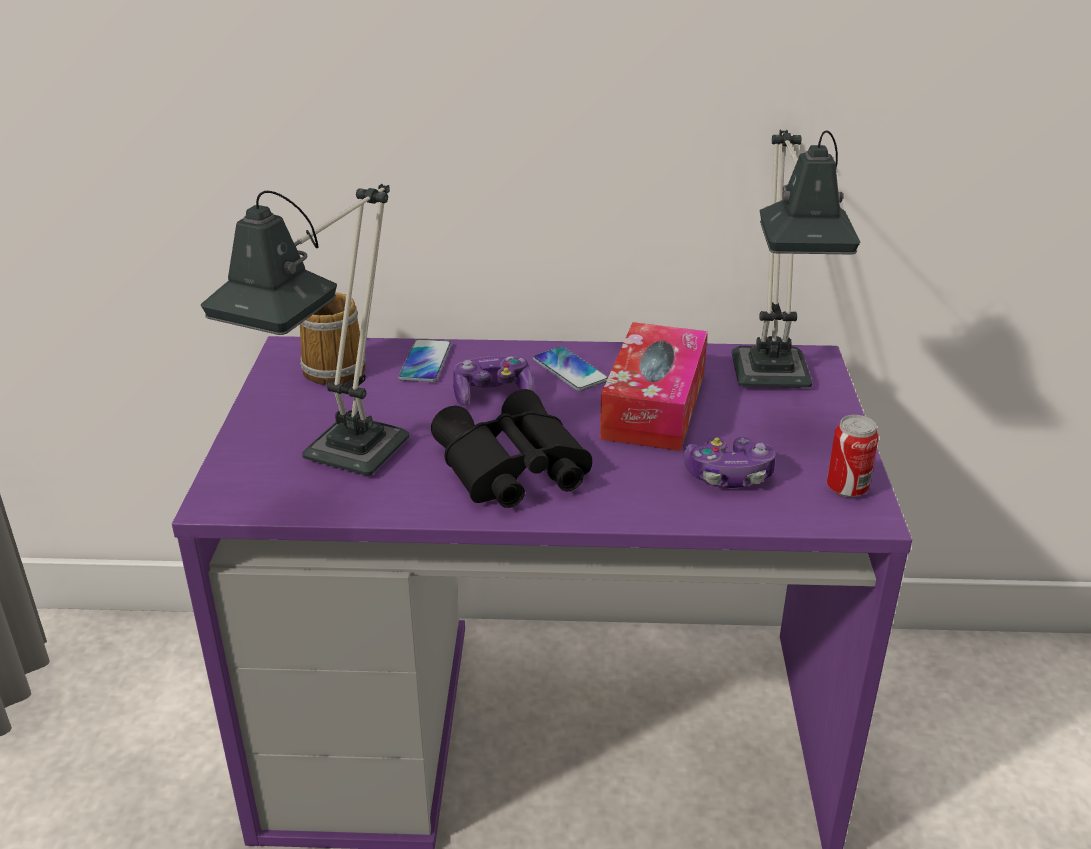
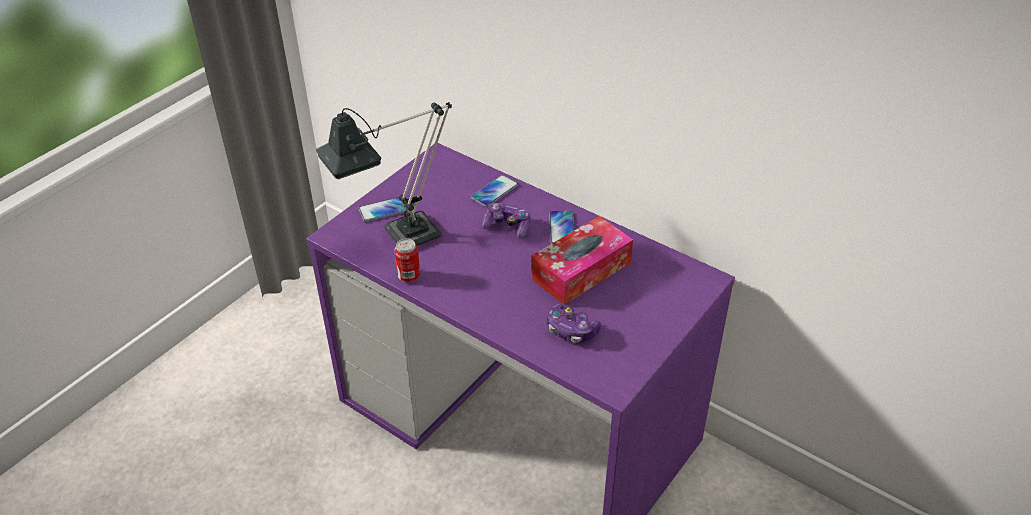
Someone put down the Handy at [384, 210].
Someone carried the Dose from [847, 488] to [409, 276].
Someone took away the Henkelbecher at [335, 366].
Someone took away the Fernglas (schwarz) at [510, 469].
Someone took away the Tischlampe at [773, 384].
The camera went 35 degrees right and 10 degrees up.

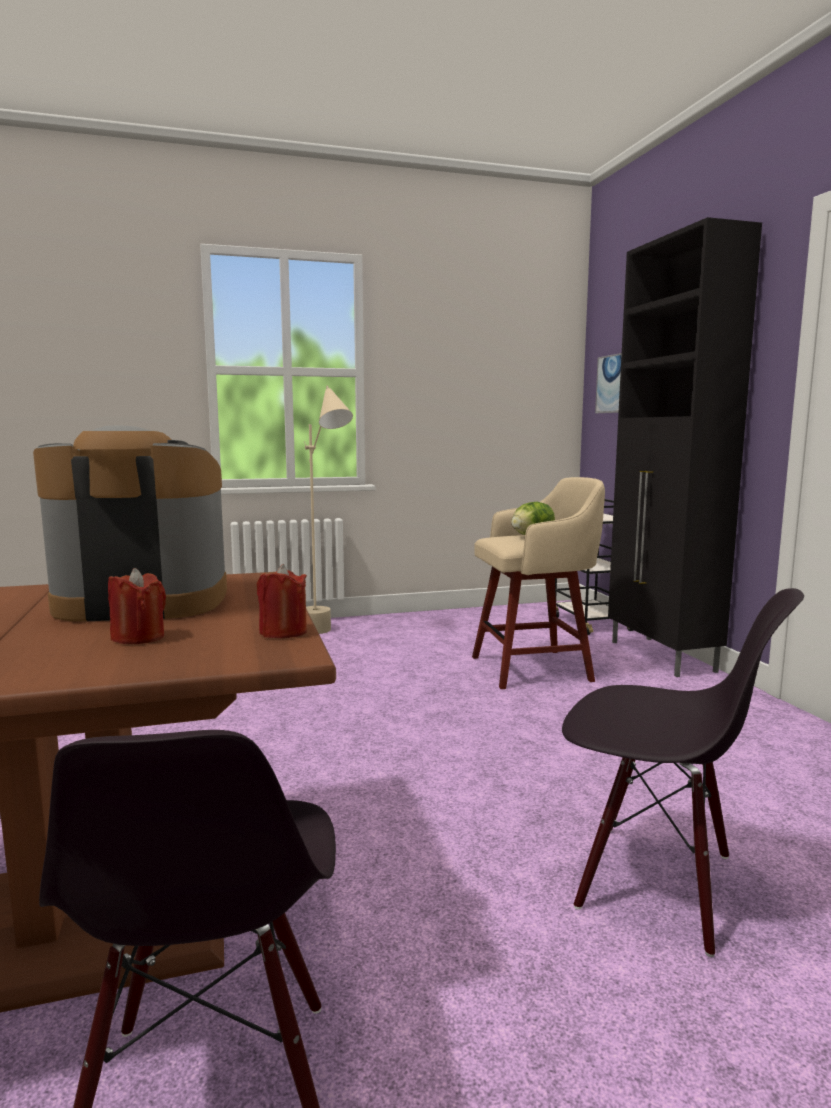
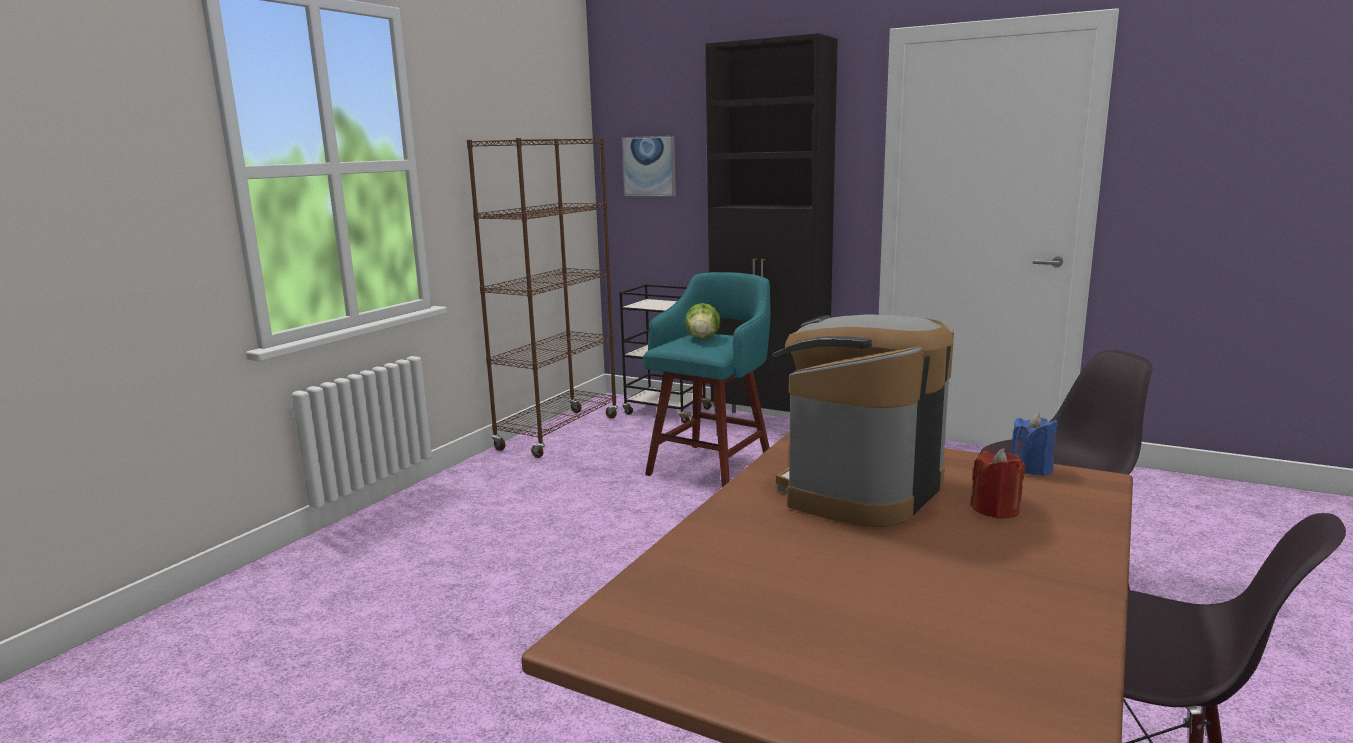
Someone put down the Bücherregal (braun) at [558, 433].
Someone repainted the Hocker (beige) at [535, 668], which became the Hocker (türkis) at [712, 466].
Someone repainted the Kerze (rot) at [283, 632], which became the Kerze (blau) at [1031, 469].
Someone took away the Stehlampe (beige) at [327, 636].
The camera went 45 degrees left and 5 degrees up.

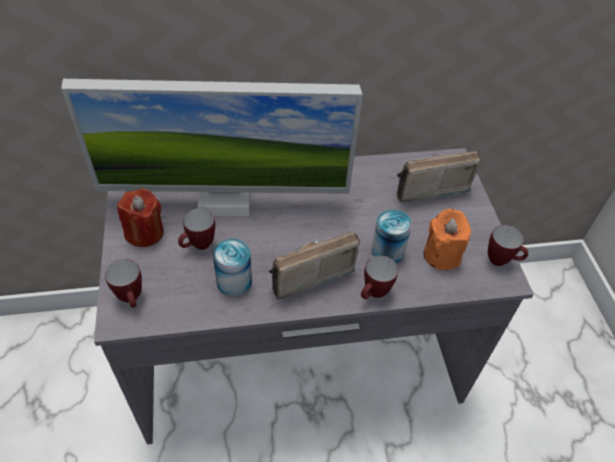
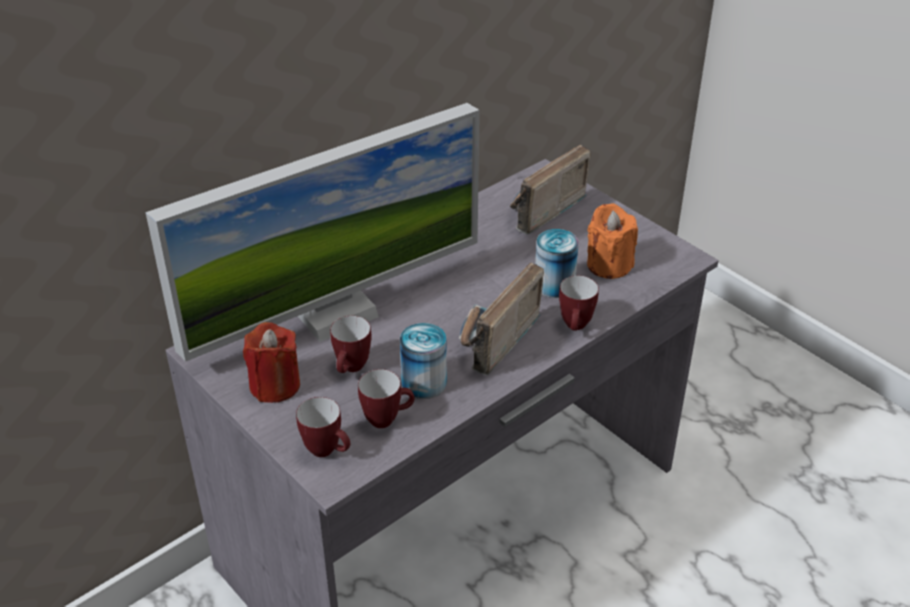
Someone carried the Henkelbecher from [501, 261] to [387, 419].
The camera went 30 degrees left and 10 degrees down.

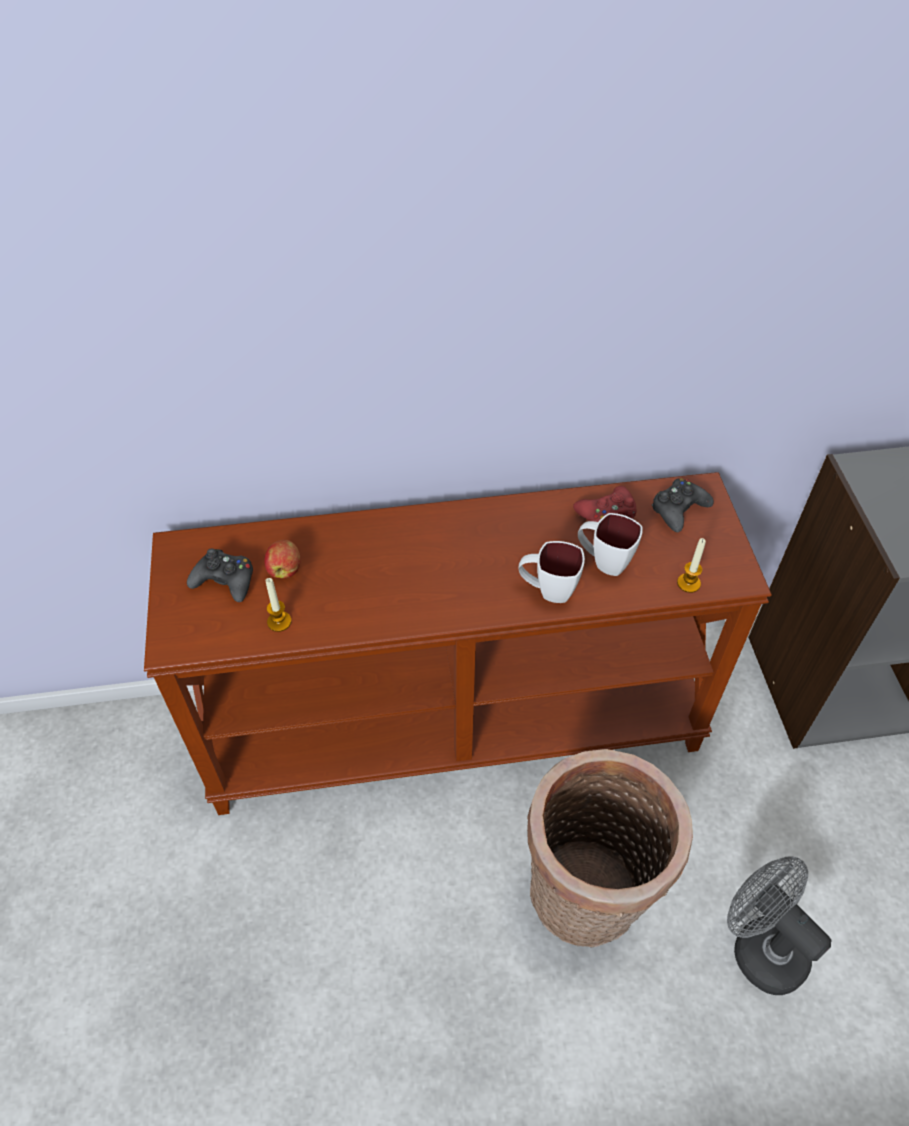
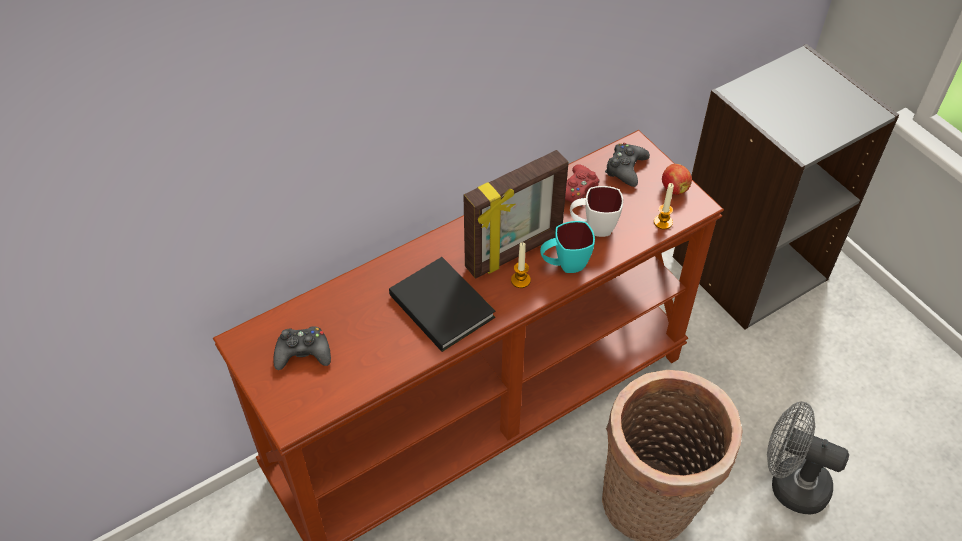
Someone put down the Buch (schwarz) at [441, 304].
Someone put down the Bilderrahmen at [515, 252].
Someone carried the Kerze from [279, 622] to [520, 280].
Someone repainted the Henkelbecher (weiß) at [547, 590], which became the Henkelbecher (türkis) at [564, 265].
Someone carried the Apfel from [285, 569] to [674, 188].
The camera went 25 degrees left and 0 degrees up.

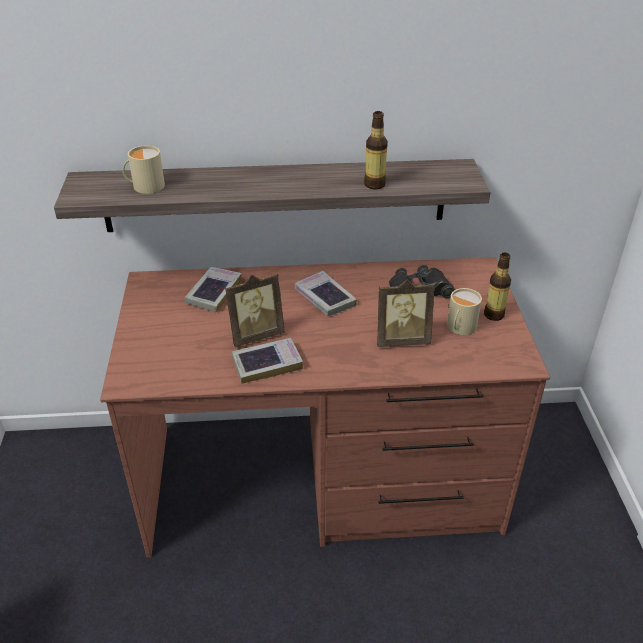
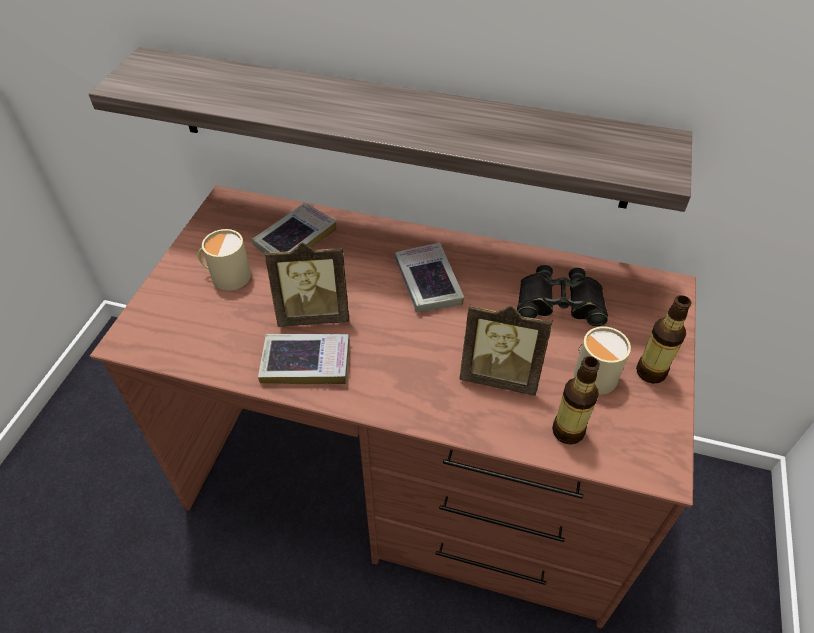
Someone carried the Henkelbecher (beige) from [145, 186] to [227, 275].
Someone carried the Flasche from [374, 185] to [567, 431].
The camera went 20 degrees right and 10 degrees up.

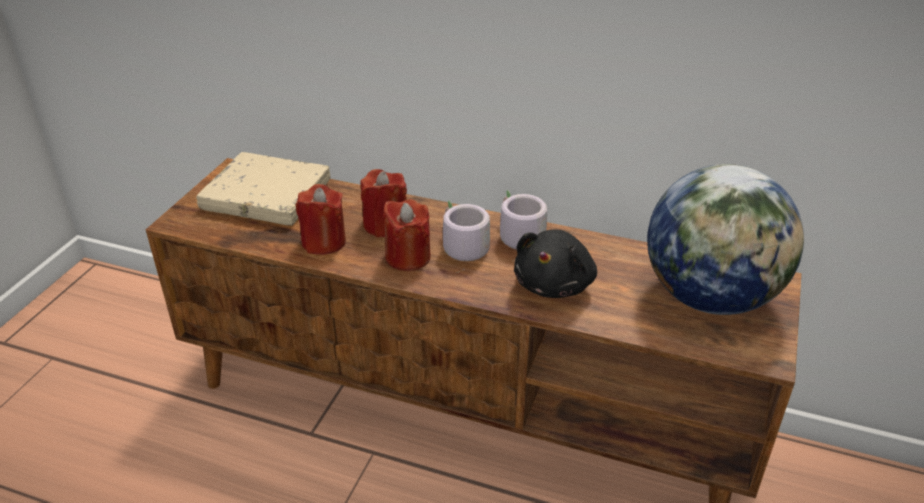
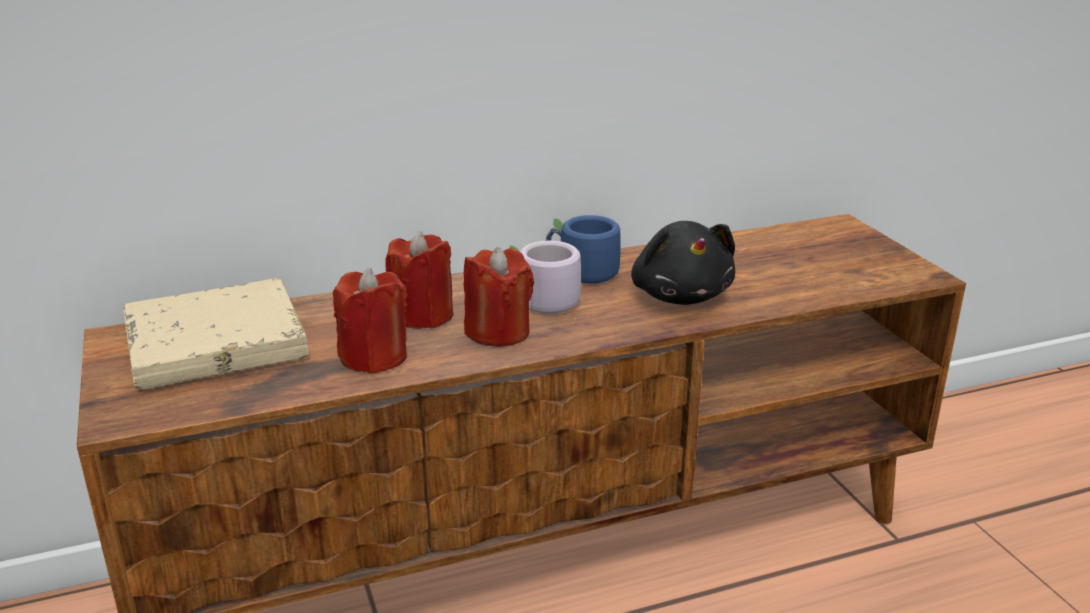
Someone repainted the Henkelbecher (grau) at [516, 237], which became the Henkelbecher (blau) at [581, 274].
Someone took away the Globus at [710, 297].
The camera went 40 degrees left and 10 degrees down.

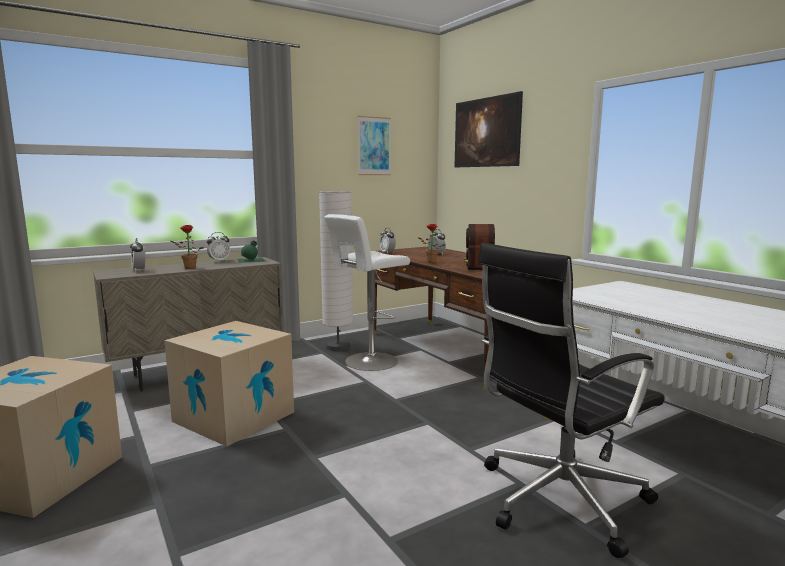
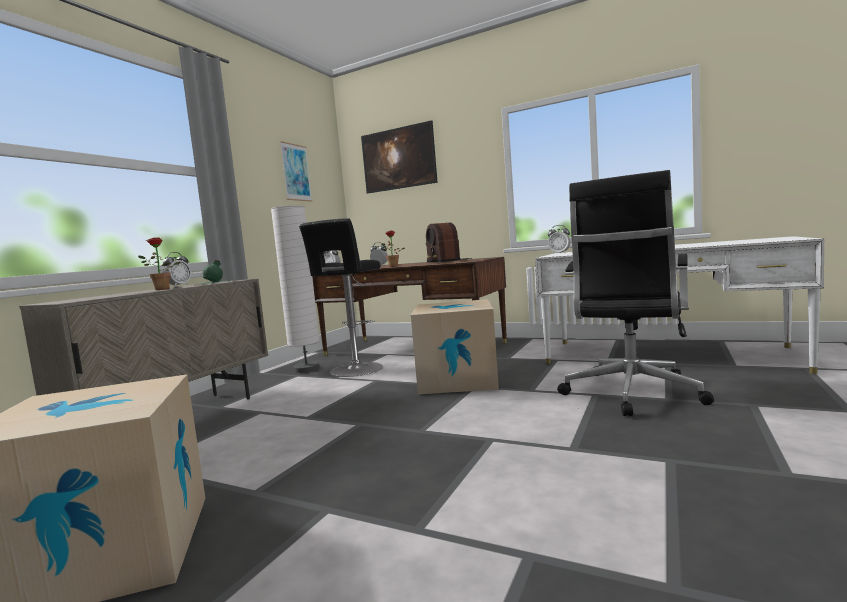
Someone repainted the Hocker (weiß) at [368, 362], which became the Hocker (schwarz) at [354, 370].
Someone carried the Karton from [234, 417] to [457, 380].
Someone carried the Wecker from [139, 270] to [559, 253].
The camera went 30 degrees left and 5 degrees down.

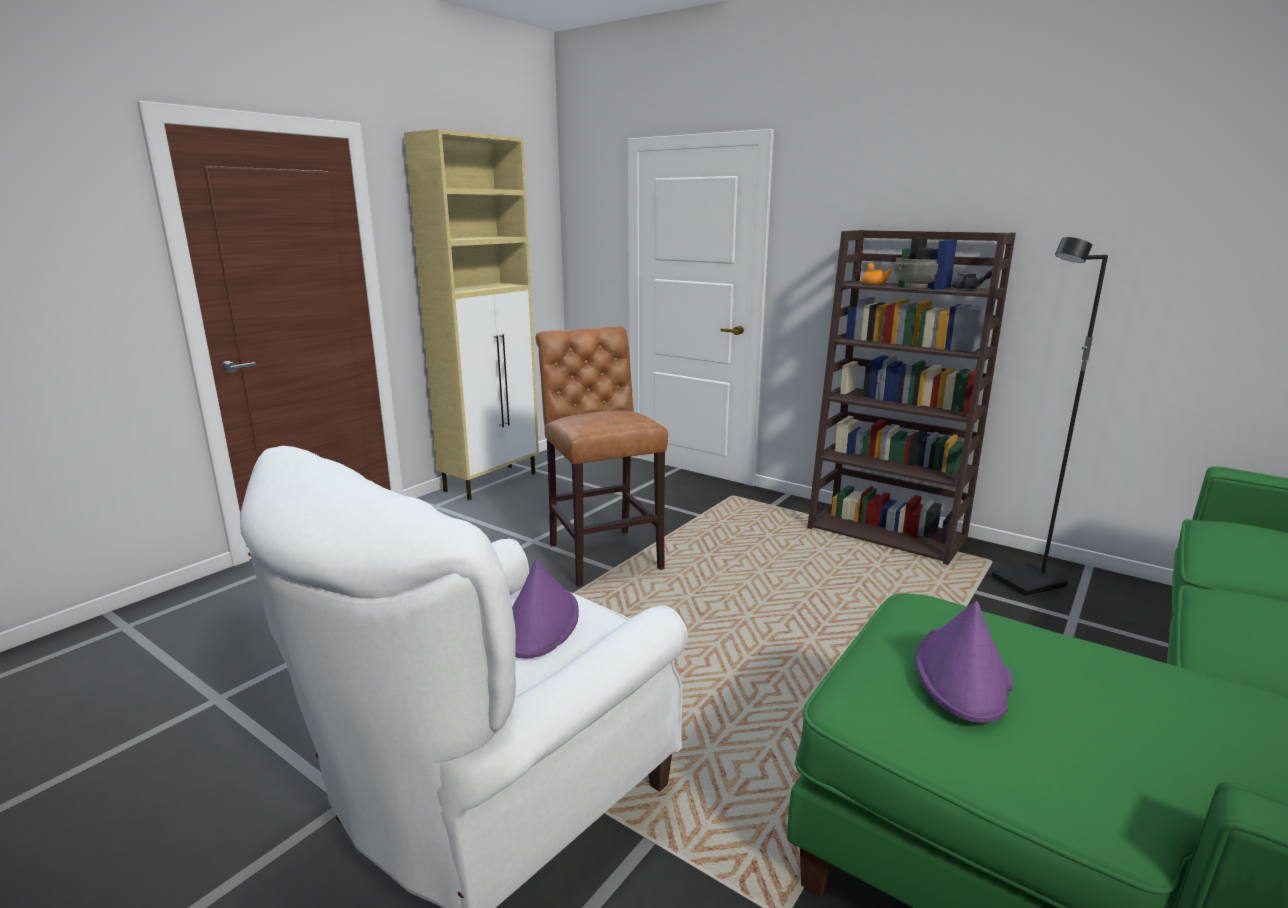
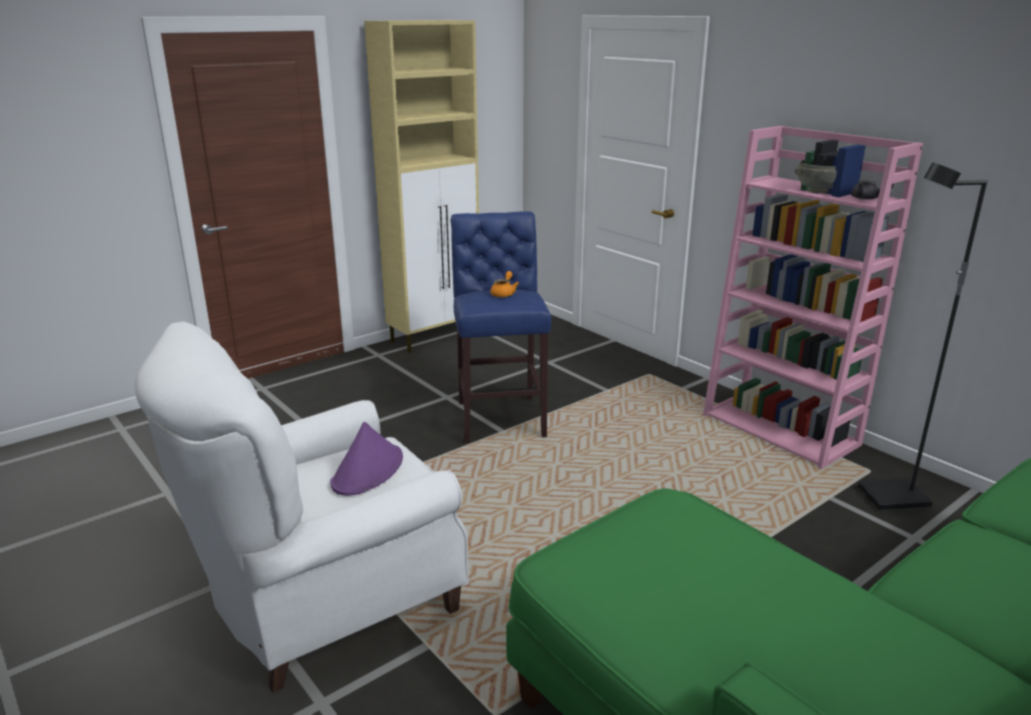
Someone repainted the Hocker (braun) at [602, 554], which became the Hocker (blau) at [500, 416].
Someone carried the Teekanne (orange) from [873, 283] to [504, 293].
Someone repainted the Bücherregal (braun) at [888, 533], which became the Bücherregal (rosa) at [781, 430].
Someone took away the Hut (lila) at [962, 674].
The camera went 15 degrees right and 5 degrees up.

